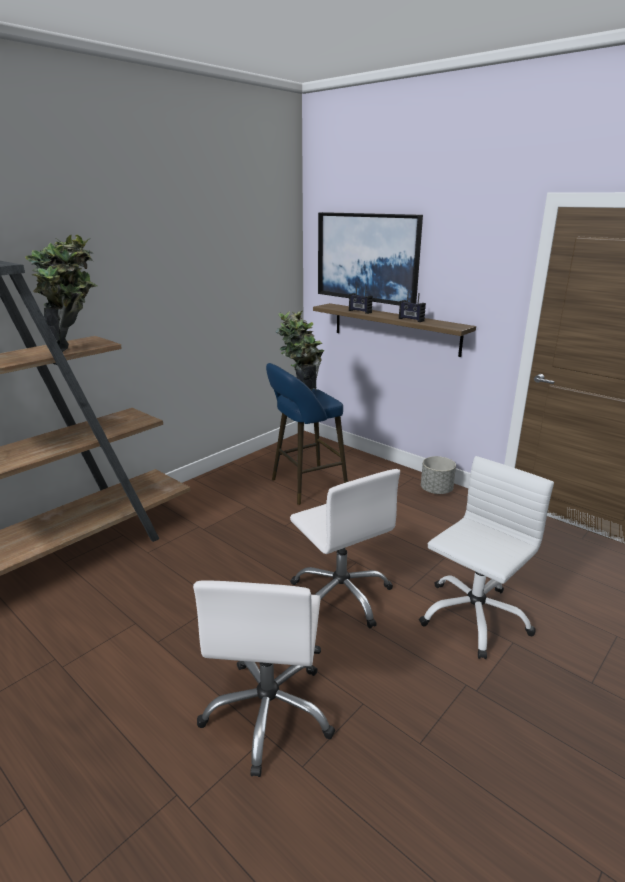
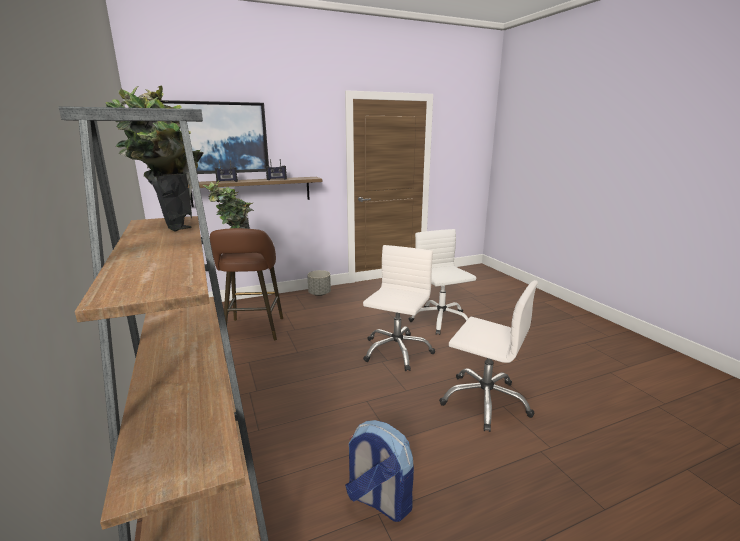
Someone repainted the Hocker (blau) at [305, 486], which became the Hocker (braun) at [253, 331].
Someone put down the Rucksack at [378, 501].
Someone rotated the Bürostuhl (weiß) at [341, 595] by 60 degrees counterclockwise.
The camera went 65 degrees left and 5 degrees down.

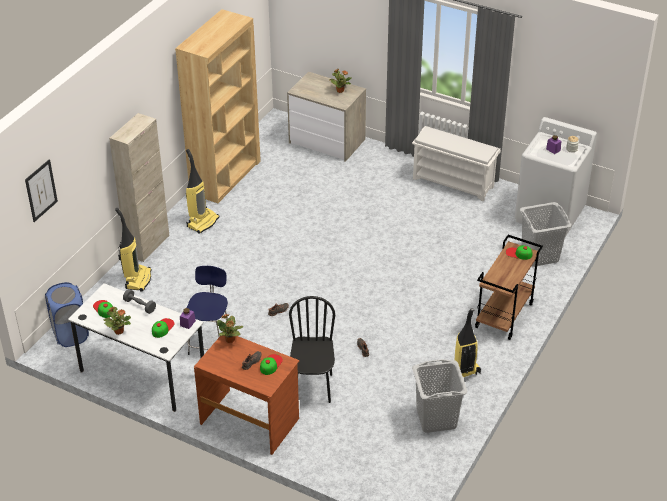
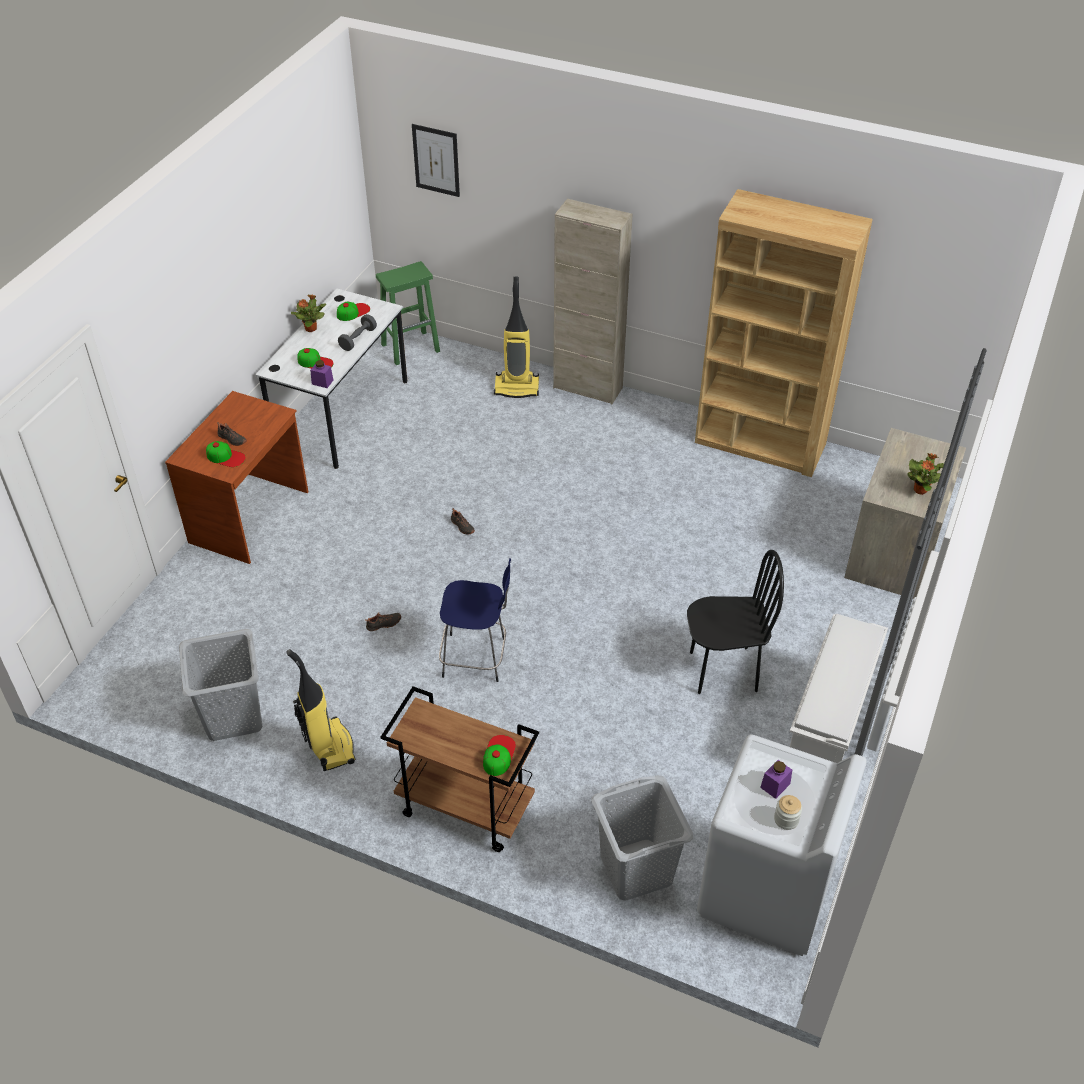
Someone swapped the Wäschekorb (blau) at [70, 334] for the Hocker (grün) at [411, 347].
Someone carried the Hocker (blau) from [210, 343] to [476, 658].
Someone carried the Stuhl (schwarz) from [313, 388] to [723, 670].
Someone took away the Staubsauger at [202, 222].
Someone took away the Topfpflanze at [230, 340].
The camera went 85 degrees right and 5 degrees up.

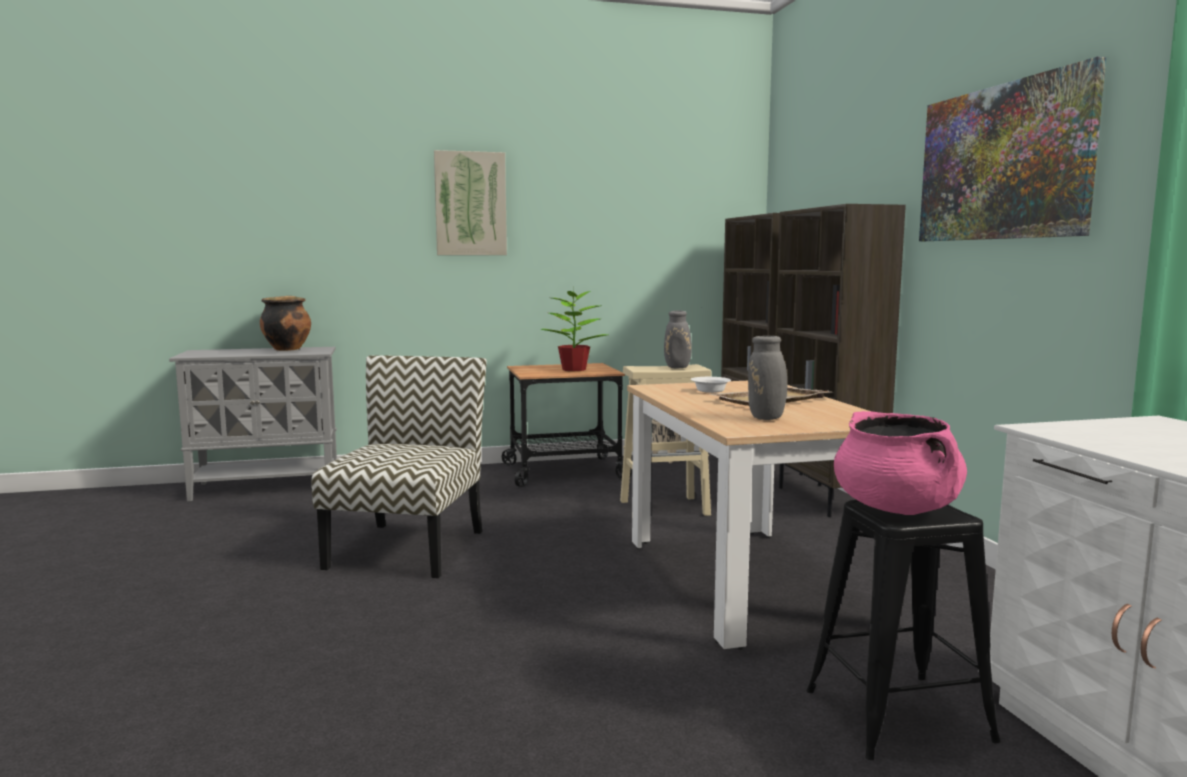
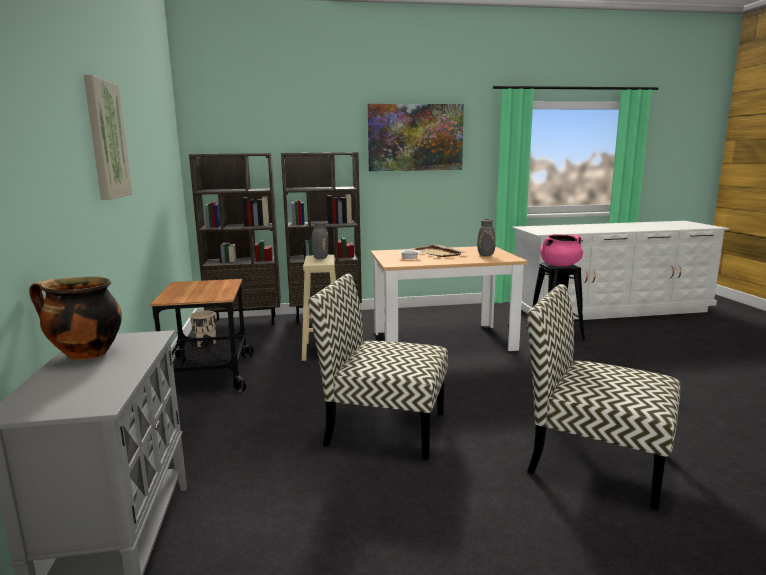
Someone put down the Stuhl at [595, 462].
Someone took away the Topfpflanze at [574, 369].
The camera went 85 degrees left and 5 degrees up.

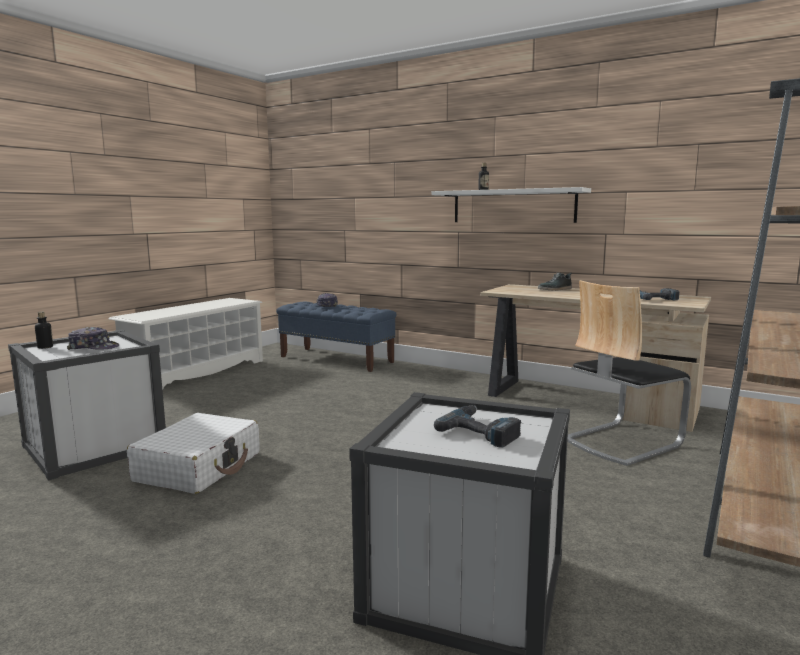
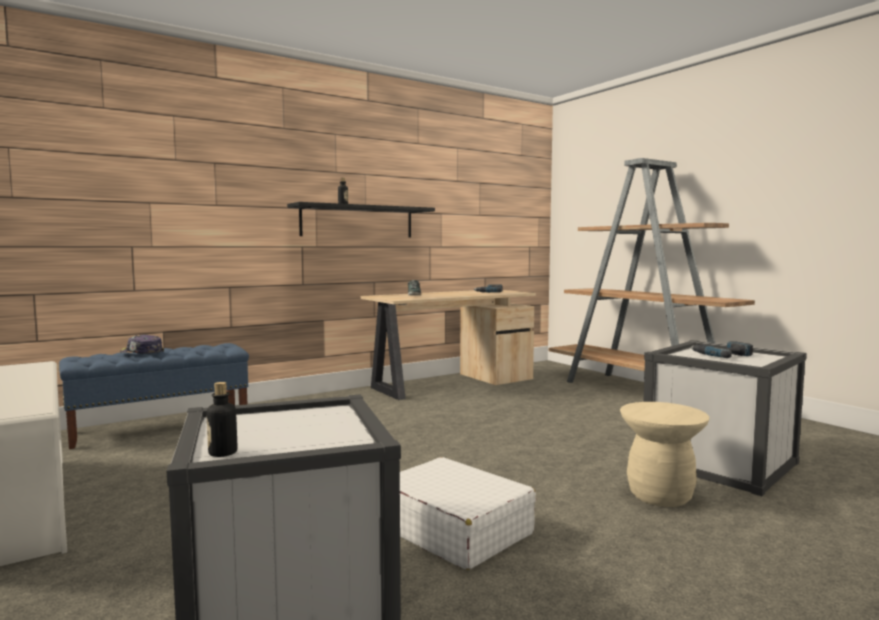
Someone repainted the Wandregal (weiß) at [513, 206], which became the Wandregal (schwarz) at [358, 221].
Someone put down the Hocker (beige) at [660, 496].
Someone took away the Kappe at [94, 348].
Someone took away the Stuhl at [621, 442].
The camera went 65 degrees left and 5 degrees down.

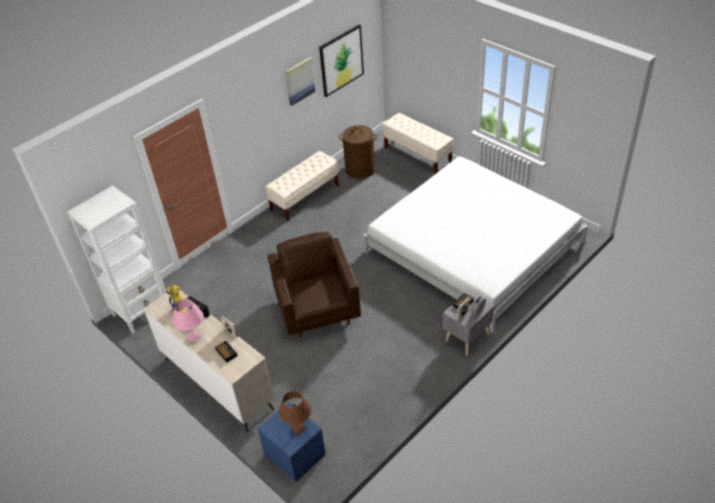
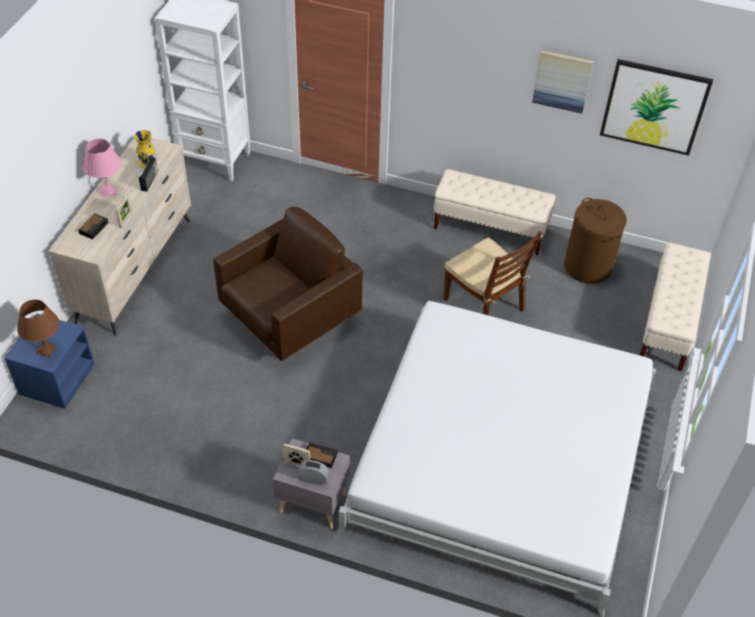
Someone put down the Stuhl (braun) at [484, 305].
The camera went 60 degrees right and 5 degrees up.

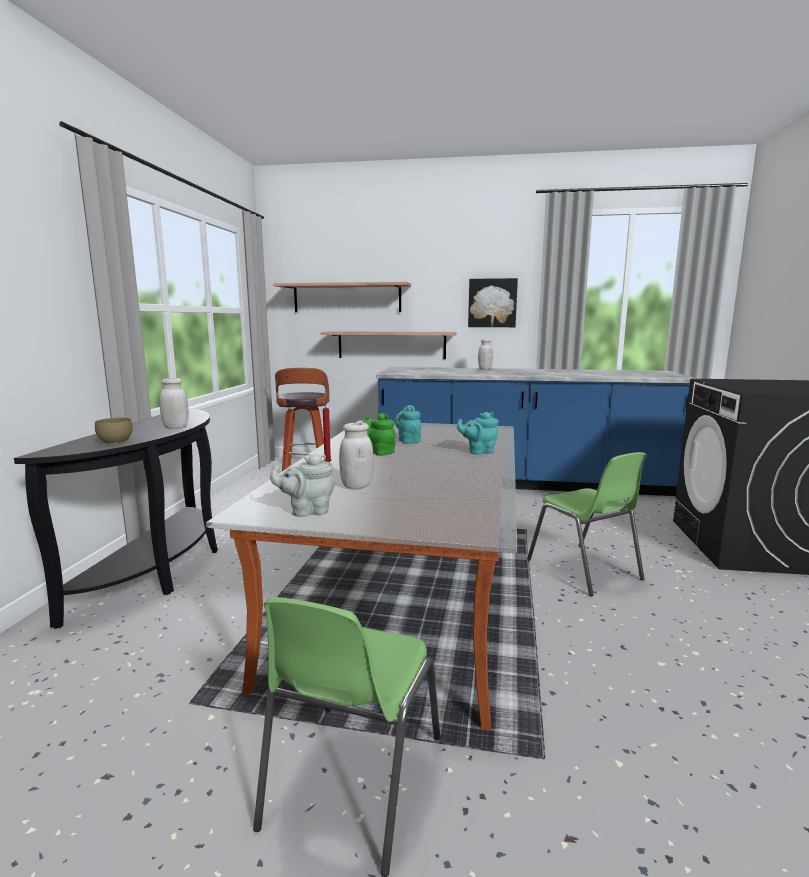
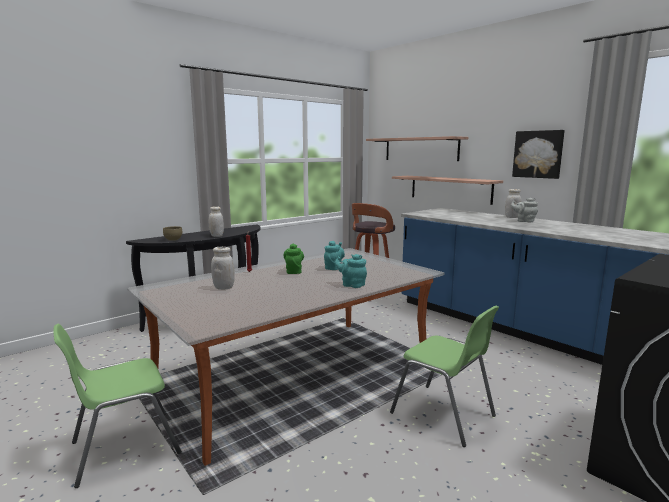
Someone rotated the Stuhl (grün) at [584, 570] by 60 degrees counterclockwise.
Someone carried the Teekanne (grau) from [307, 511] to [524, 221].
The camera went 40 degrees right and 0 degrees up.

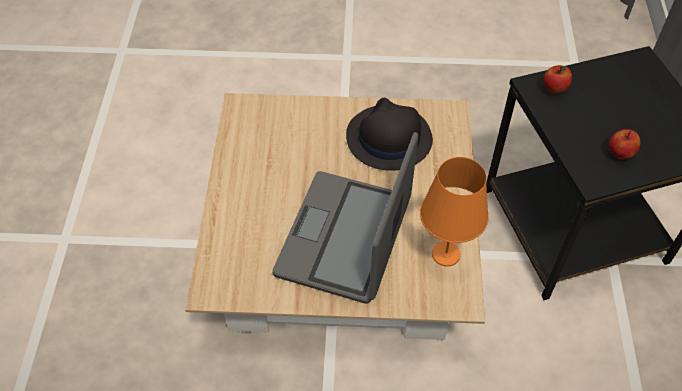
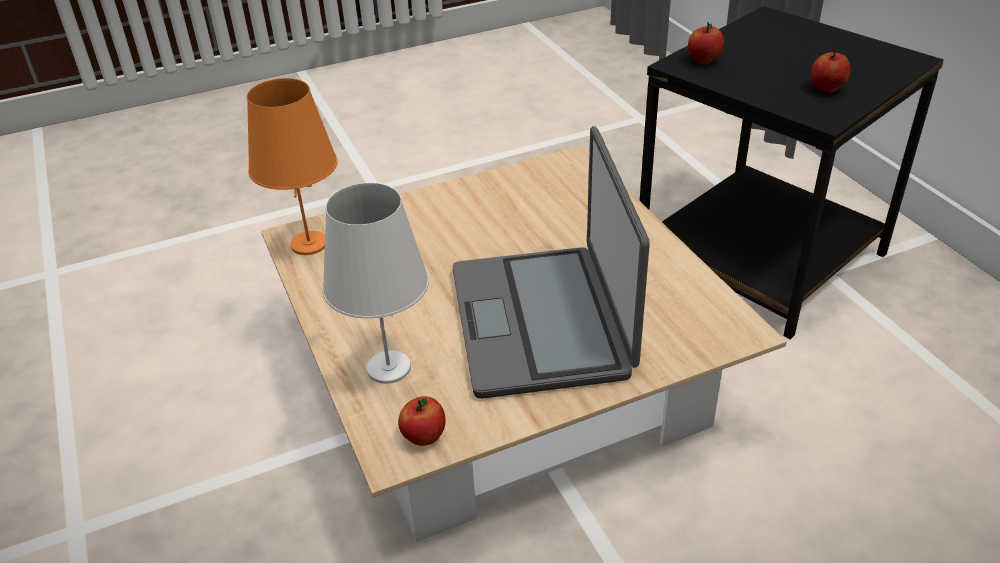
Someone carried the Tischlampe (orange) from [445, 254] to [308, 244].
Someone put down the Tischlampe (weiß) at [388, 368].
Someone put down the Apfel at [424, 437].
Someone took away the Hut (schwarz) at [388, 138].
The camera went 25 degrees left and 15 degrees down.

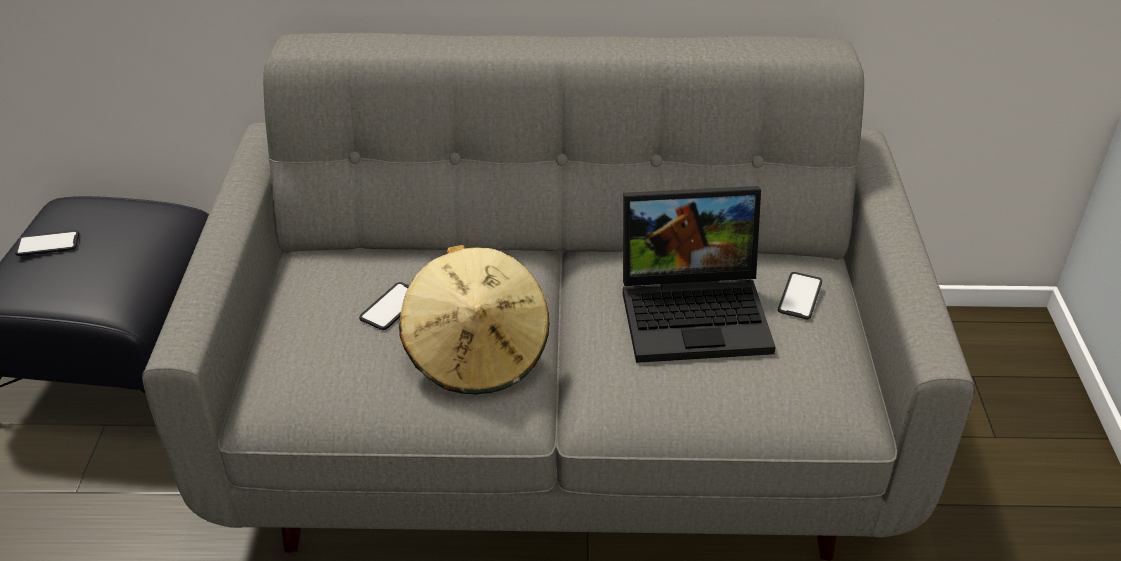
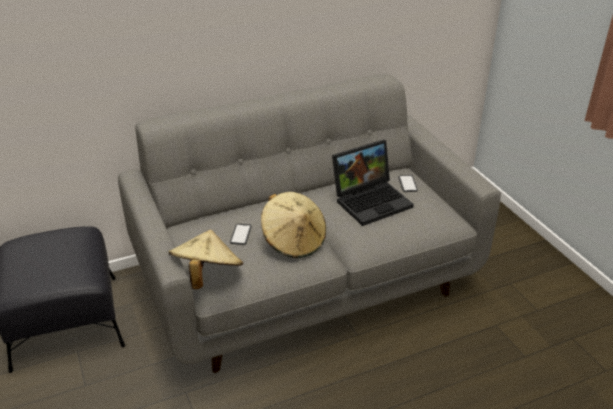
Someone put down the Hut (beige) at [207, 276].
Someone took away the Handy at [47, 244].
The camera went 25 degrees left and 5 degrees down.

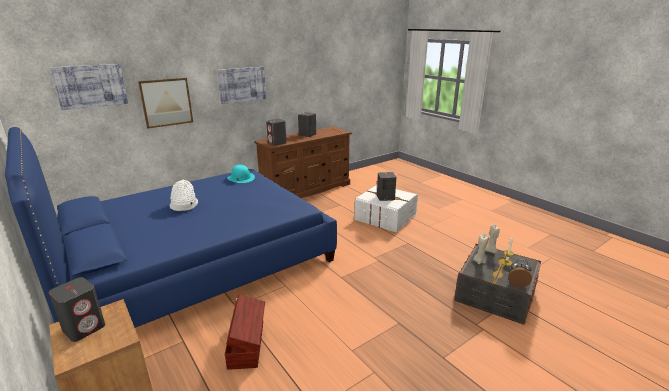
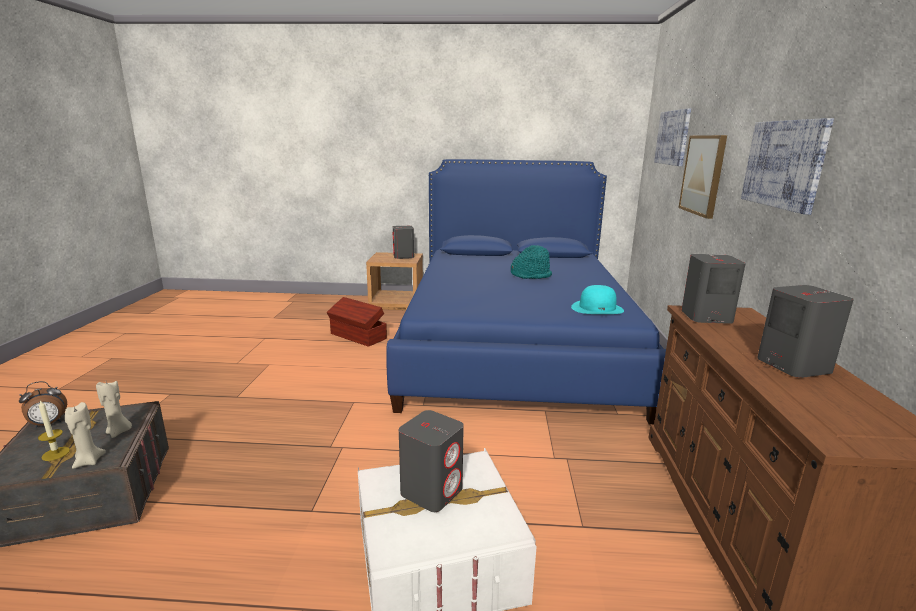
Someone repainted the Hut (weiß) at [183, 205], which became the Hut (türkis) at [531, 275].
The camera went 130 degrees right and 5 degrees down.

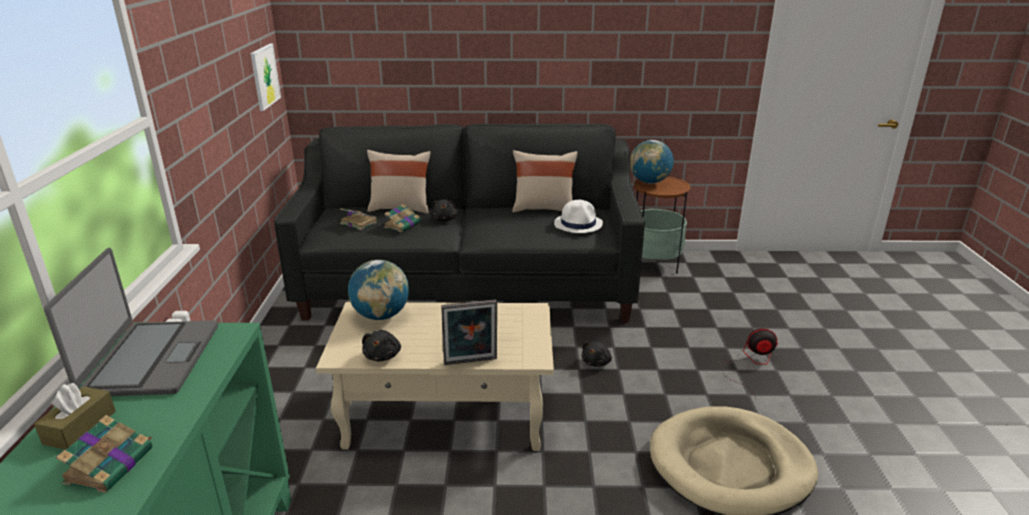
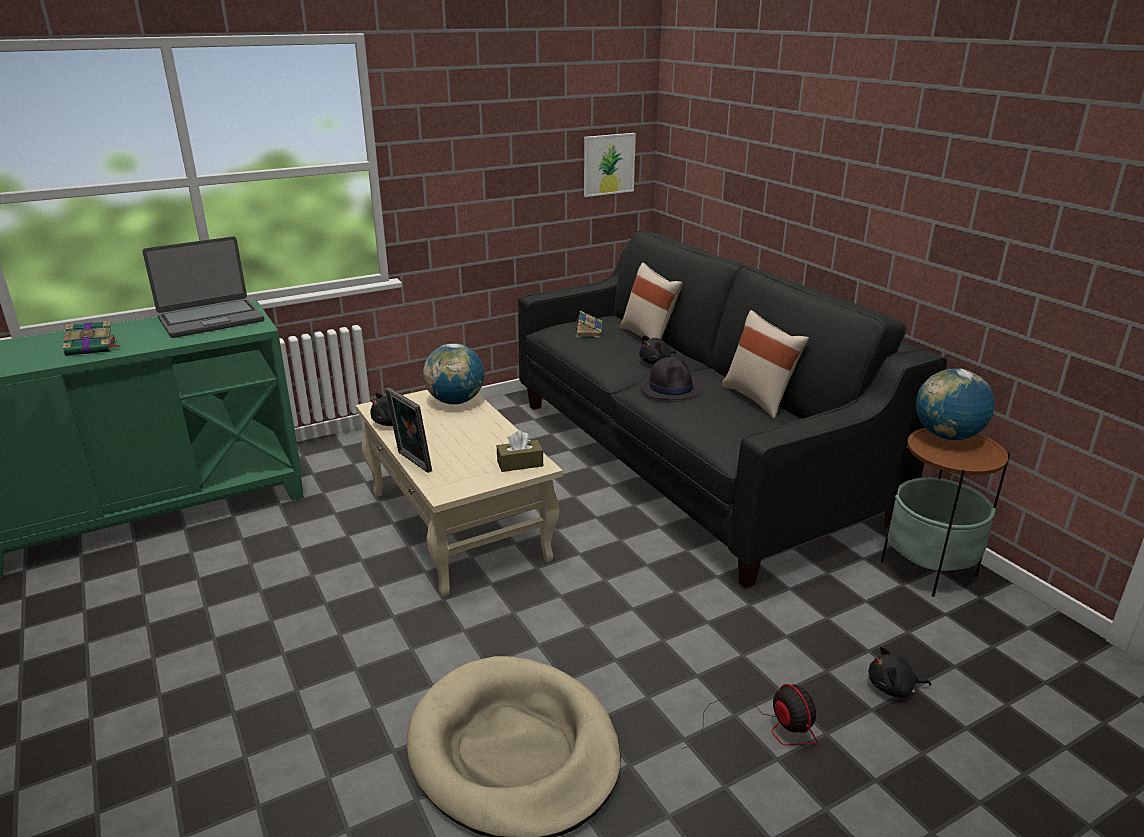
Someone carried the Taschentuchbox (braun) from [80, 427] to [520, 463].
Someone put down the Hut (schwarz) at [671, 388].
Someone carried the Plüschtier (schwarz) from [597, 362] to [893, 687].
Someone took away the Buch at [403, 224].
Someone took away the Hut (weiß) at [578, 224].
The camera went 60 degrees right and 0 degrees up.

